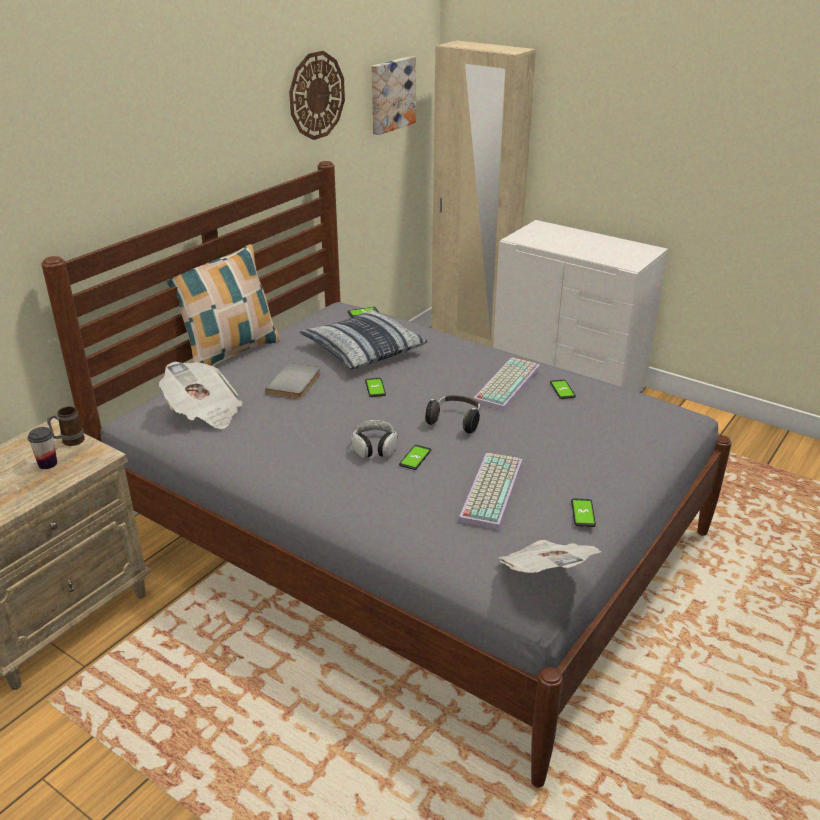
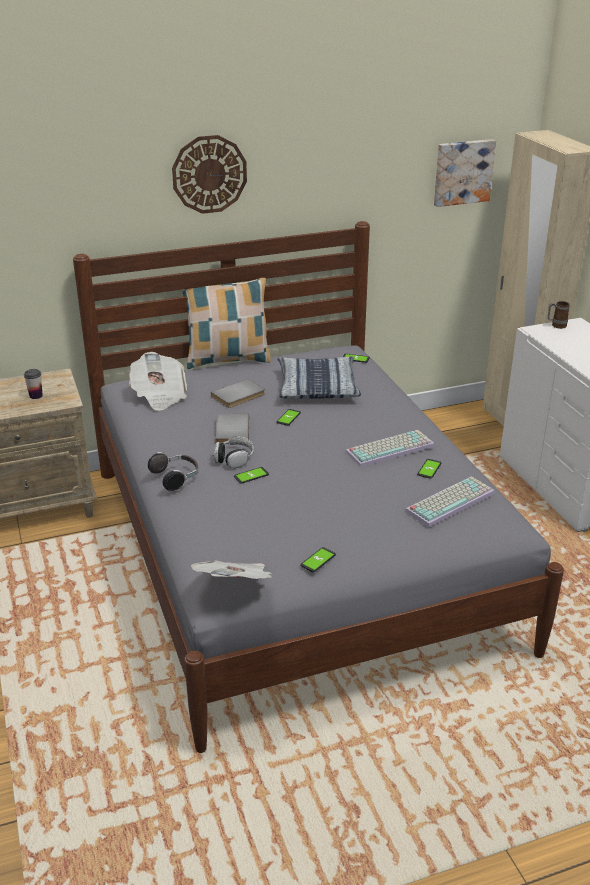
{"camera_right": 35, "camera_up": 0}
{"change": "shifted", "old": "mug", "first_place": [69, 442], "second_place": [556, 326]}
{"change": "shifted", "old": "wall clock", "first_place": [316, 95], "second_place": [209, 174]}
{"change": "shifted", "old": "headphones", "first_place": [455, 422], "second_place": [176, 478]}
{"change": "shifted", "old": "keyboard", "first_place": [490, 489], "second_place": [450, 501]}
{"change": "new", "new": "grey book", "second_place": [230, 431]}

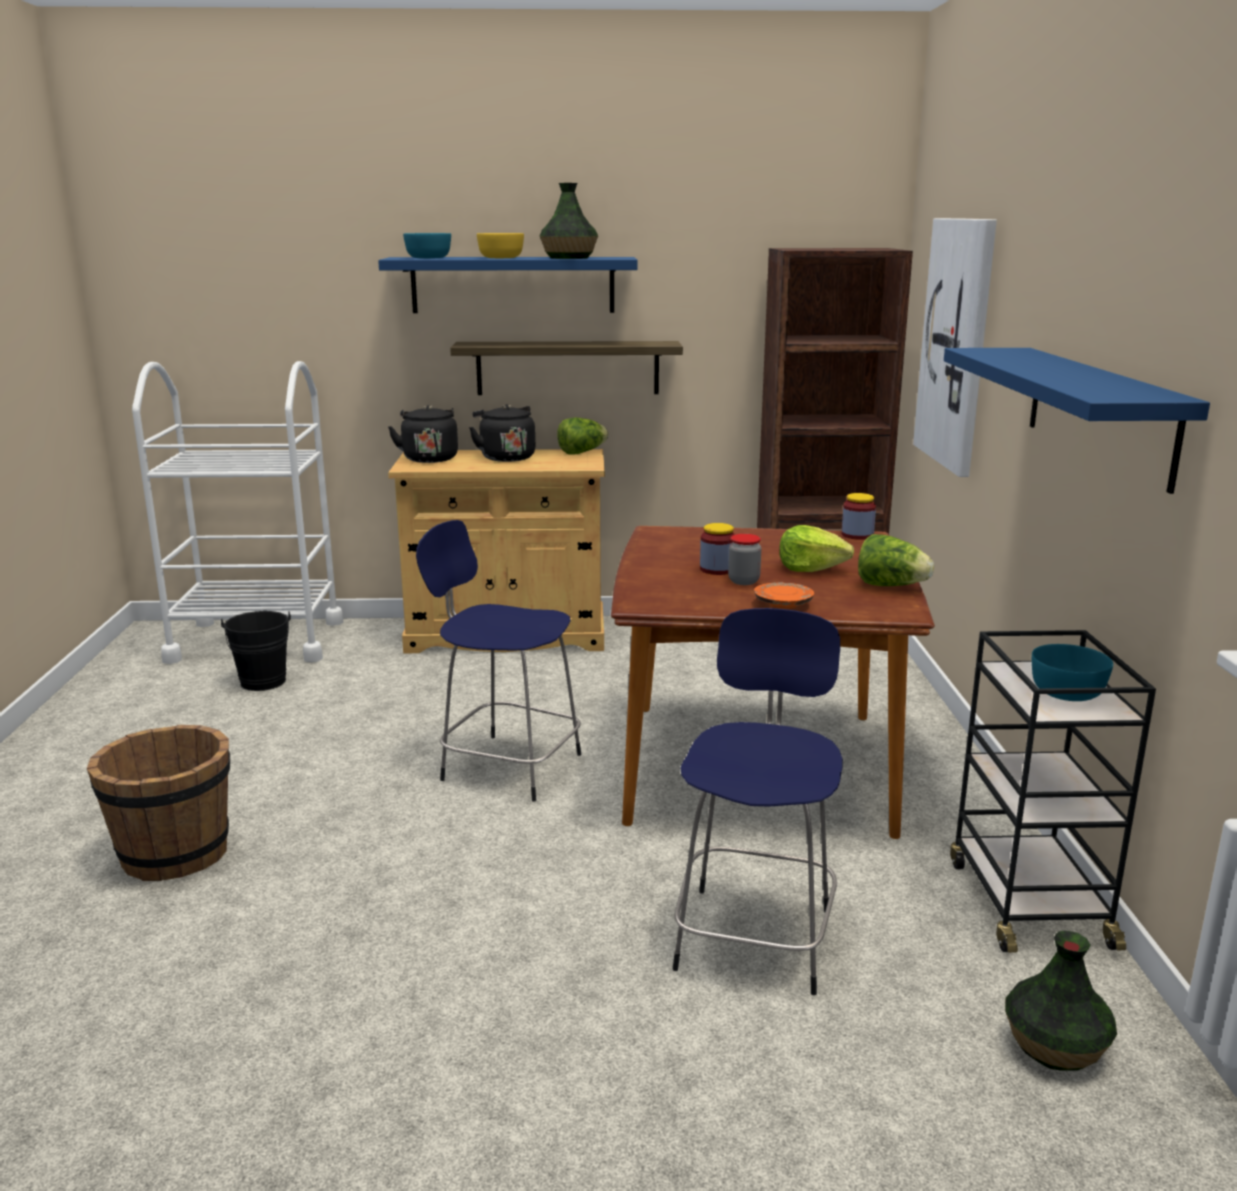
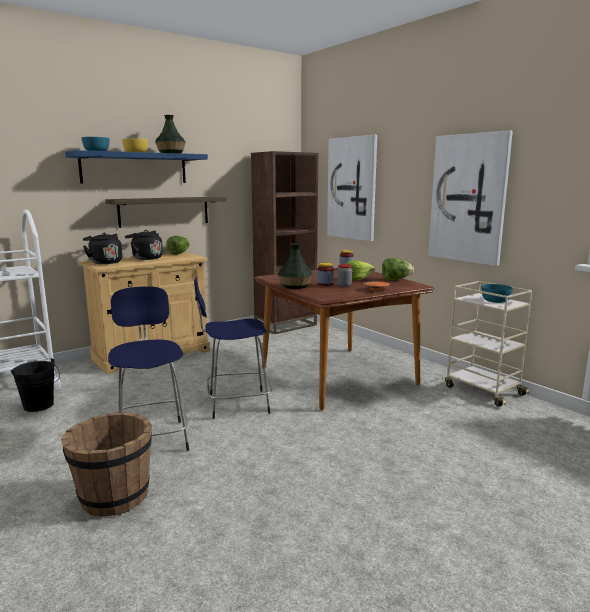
{"camera_right": -35, "camera_up": -5}
{"change": "shifted", "old": "blue stool", "first_place": [755, 934], "second_place": [152, 439]}
{"change": "swapped", "old": "blue shelf", "new": "picture", "first_place": [1099, 413], "second_place": [468, 198]}
{"change": "repainted", "old": "black cart", "new": "beige cart", "first_place": [1027, 902], "second_place": [483, 390]}
{"change": "shifted", "old": "vase", "first_place": [1055, 1045], "second_place": [295, 286]}

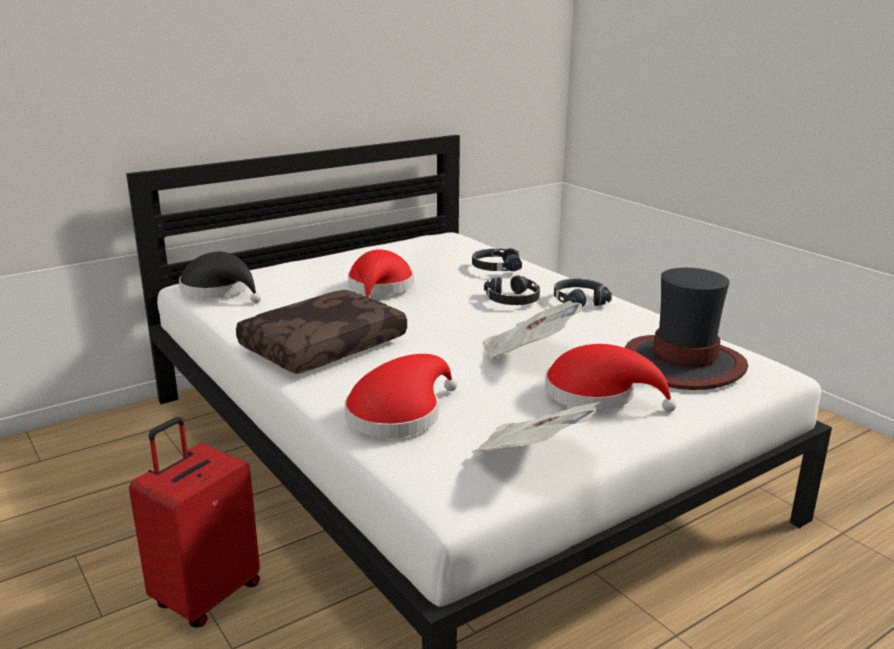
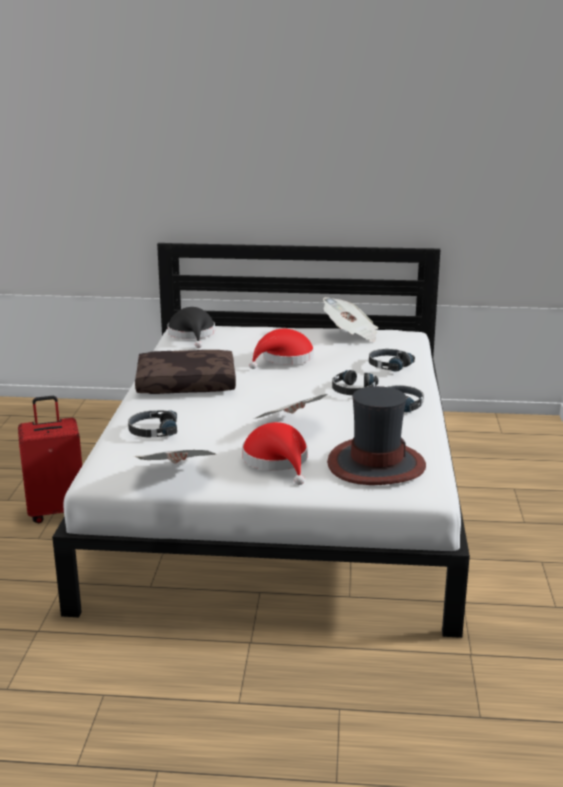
{"camera_right": 40, "camera_up": 0}
{"change": "swapped", "old": "red hat", "new": "black headphones", "first_place": [398, 414], "second_place": [153, 431]}
{"change": "new", "new": "newspaper", "second_place": [351, 334]}

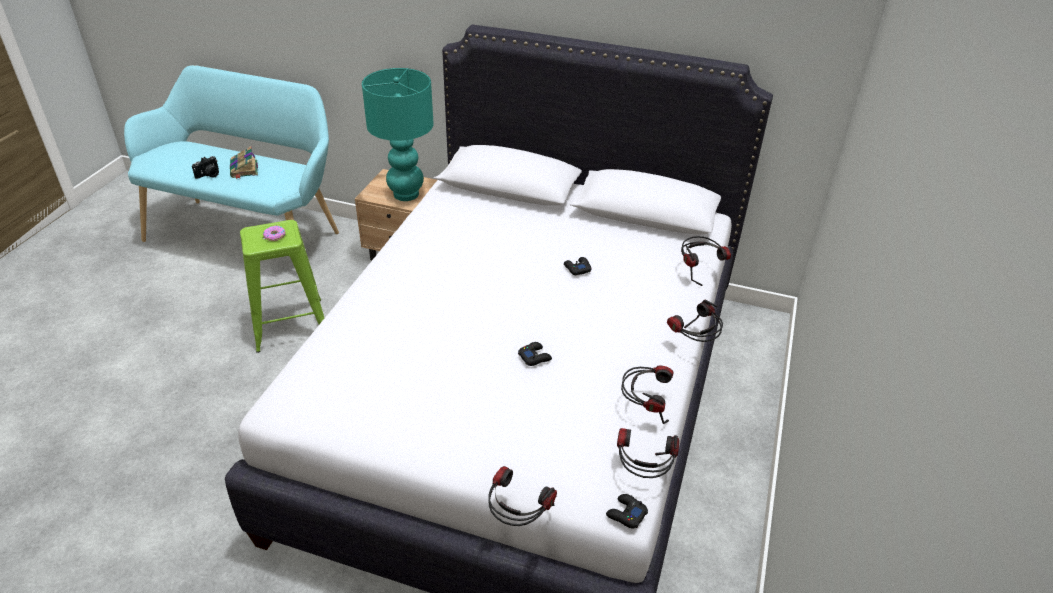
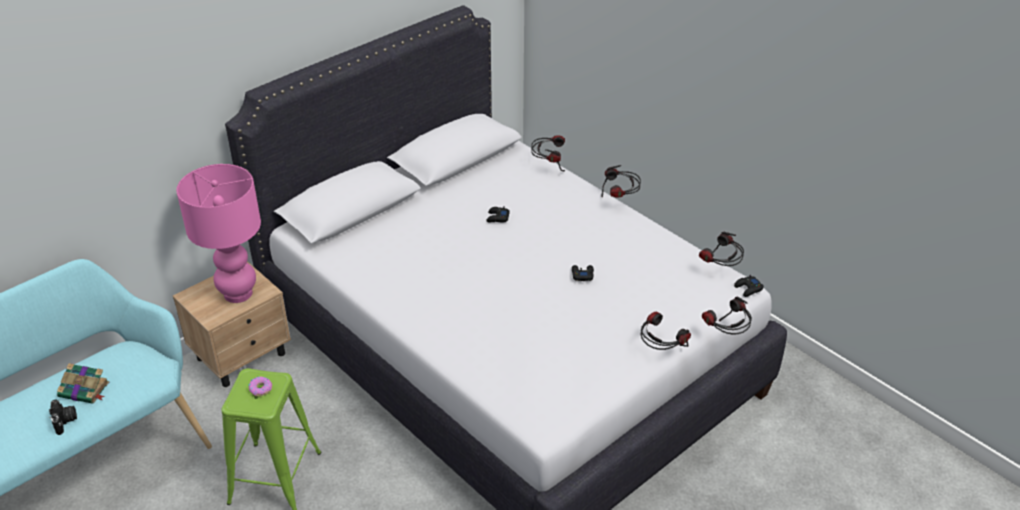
{"camera_right": -60, "camera_up": 0}
{"change": "repainted", "old": "turquoise table lamp", "new": "pink table lamp", "first_place": [405, 194], "second_place": [237, 294]}
{"change": "shifted", "old": "headphones", "first_place": [644, 408], "second_place": [660, 351]}

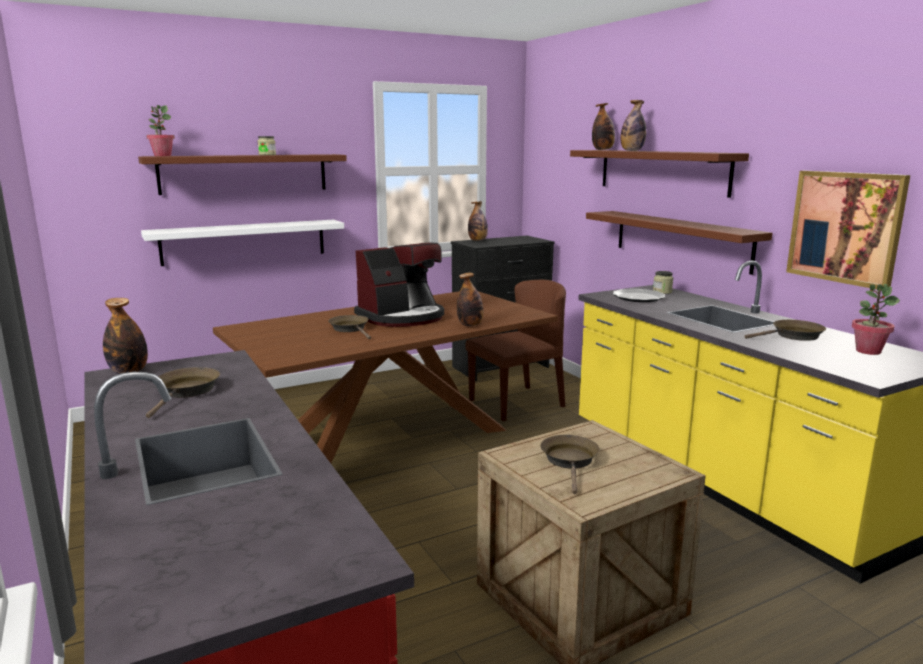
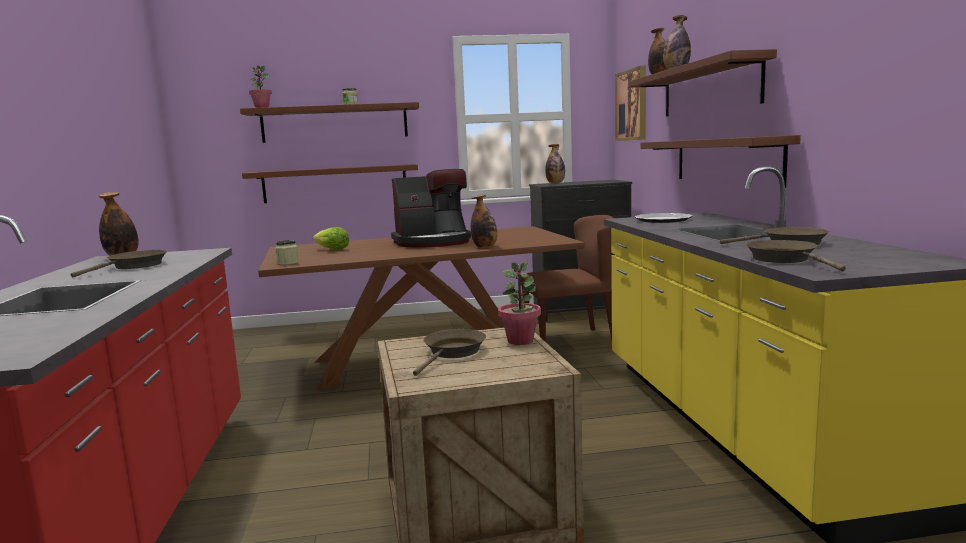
{"camera_right": 20, "camera_up": -5}
{"change": "repainted", "old": "white shelf", "new": "brown shelf", "first_place": [244, 242], "second_place": [335, 183]}
{"change": "shifted", "old": "brown frying pan", "first_place": [350, 329], "second_place": [785, 259]}
{"change": "shifted", "old": "jar", "first_place": [662, 292], "second_place": [287, 263]}
{"change": "shifted", "old": "picture", "first_place": [845, 227], "second_place": [632, 105]}
{"change": "shifted", "old": "potted plant", "first_place": [868, 351], "second_place": [520, 341]}
{"change": "new", "new": "lettuce", "second_place": [331, 249]}

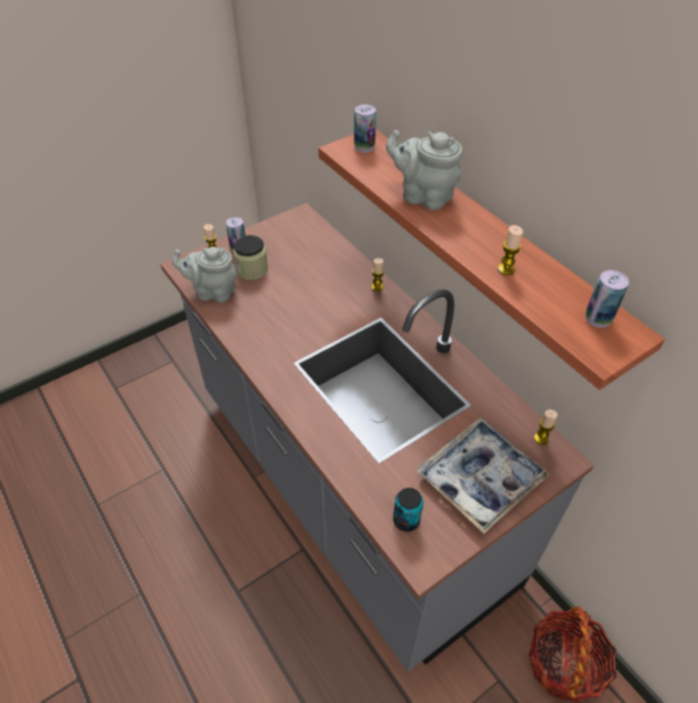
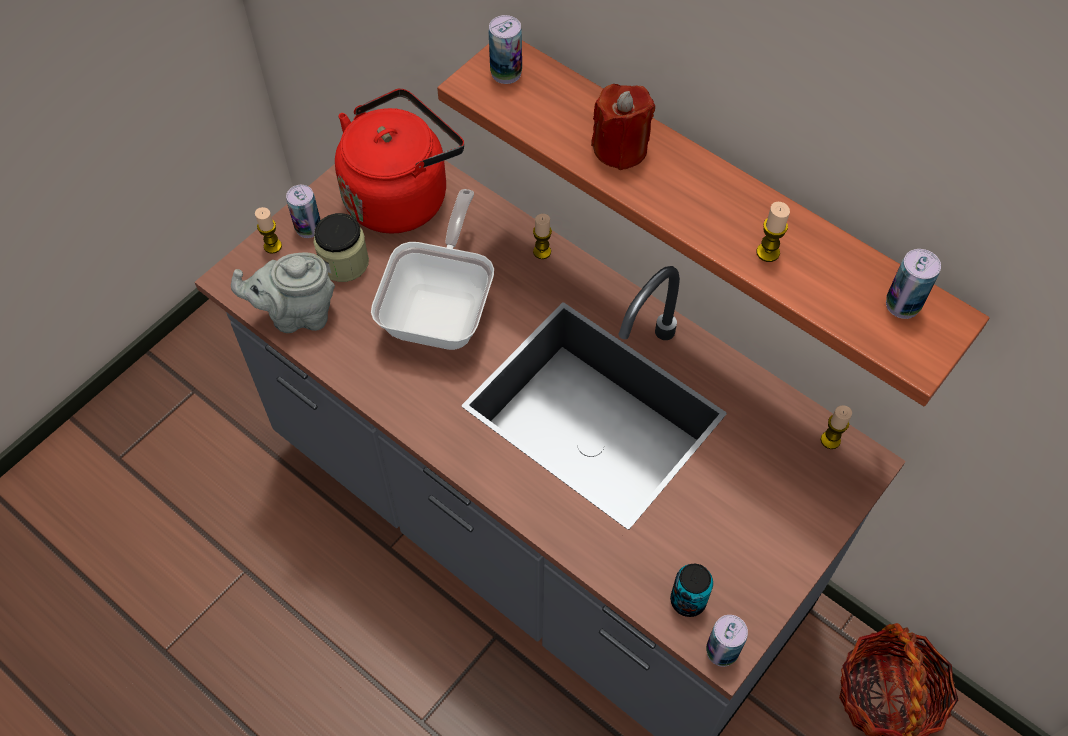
{"camera_right": -15, "camera_up": 10}
{"change": "swapped", "old": "grey teapot", "new": "red candle", "first_place": [423, 196], "second_place": [620, 149]}
{"change": "gone", "old": "tray", "first_place": [480, 478]}
{"change": "new", "new": "red kettle", "second_place": [401, 195]}
{"change": "new", "new": "frying pan", "second_place": [442, 309]}
{"change": "new", "new": "can", "second_place": [721, 651]}

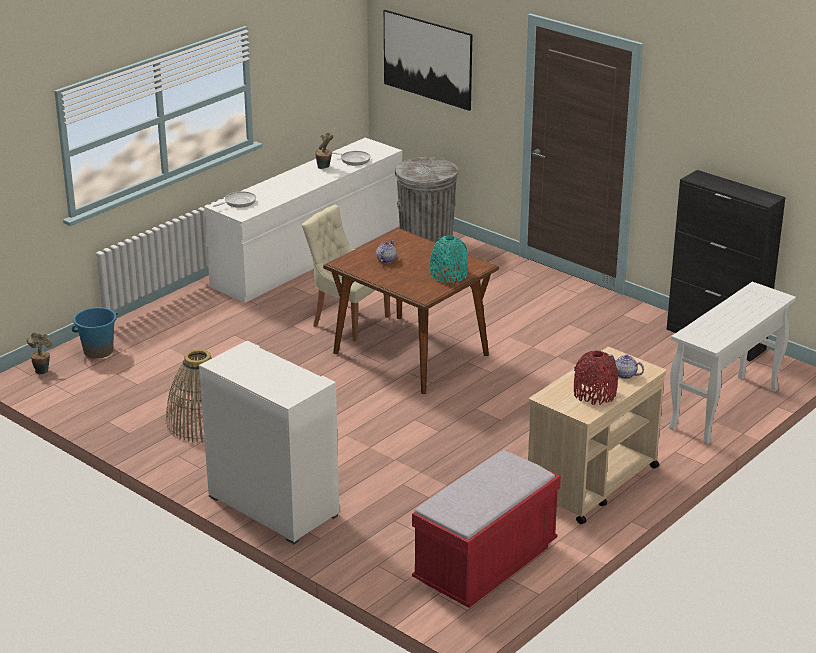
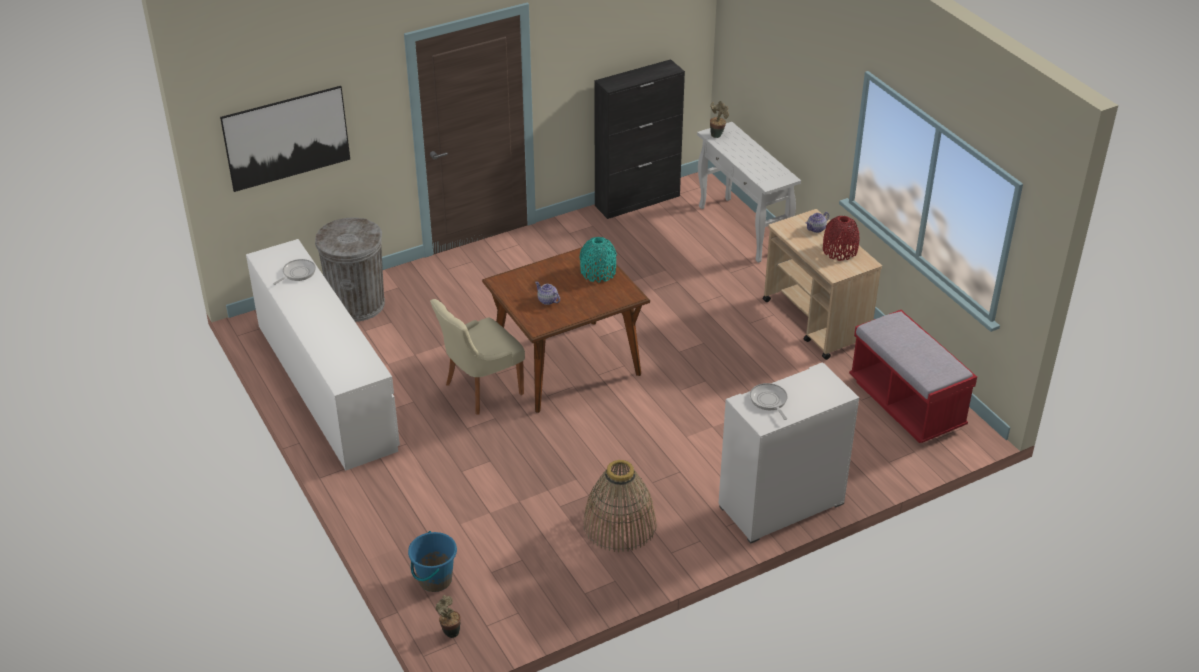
{"camera_right": -70, "camera_up": 10}
{"change": "shifted", "old": "frying pan", "first_place": [238, 202], "second_place": [769, 401]}
{"change": "shifted", "old": "potted plant", "first_place": [324, 167], "second_place": [717, 134]}

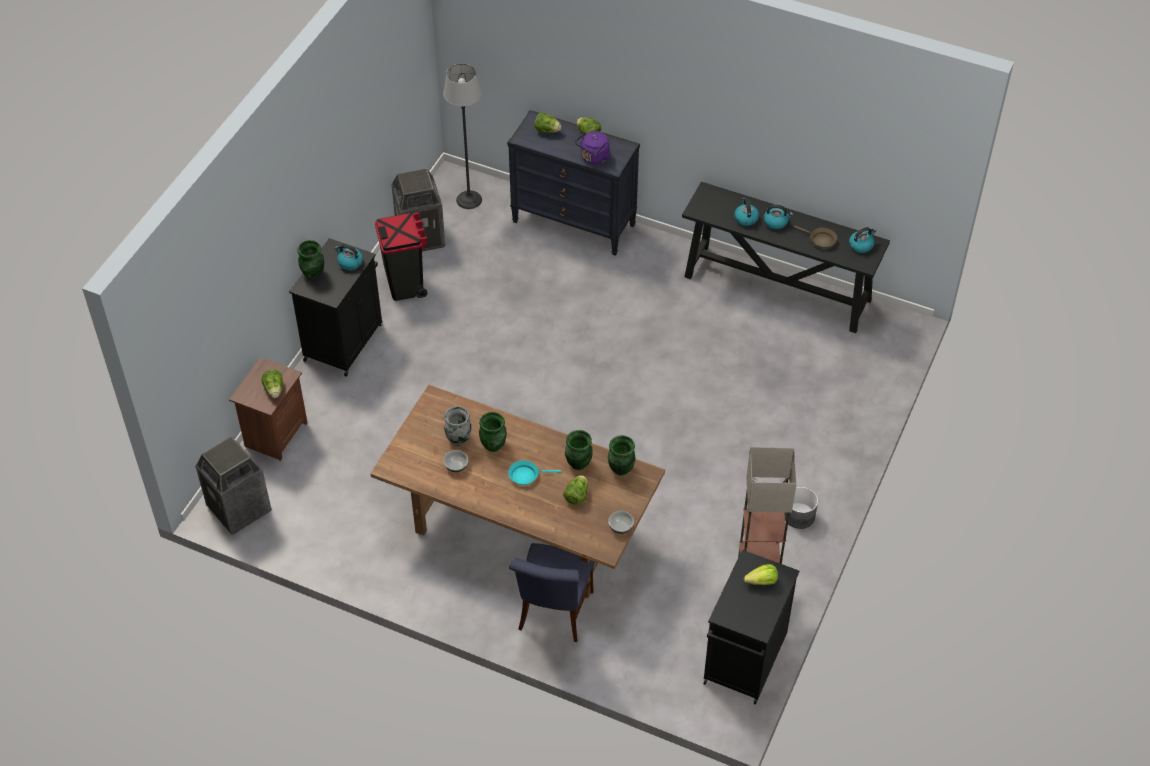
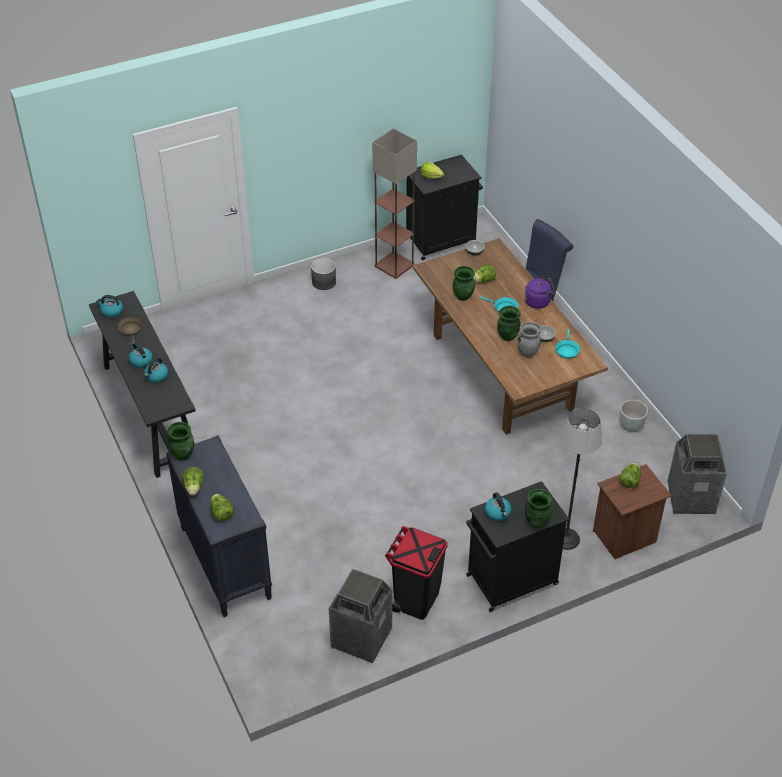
{"camera_right": -140, "camera_up": -5}
{"change": "shifted", "old": "floor lamp", "first_place": [469, 199], "second_place": [565, 539]}
{"change": "shifted", "old": "purple kettle", "first_place": [593, 158], "second_place": [539, 301]}
{"change": "shifted", "old": "green vase", "first_place": [621, 469], "second_place": [183, 454]}
{"change": "new", "new": "turquoise frying pan", "second_place": [567, 350]}
{"change": "new", "new": "grey planter", "second_place": [631, 426]}

